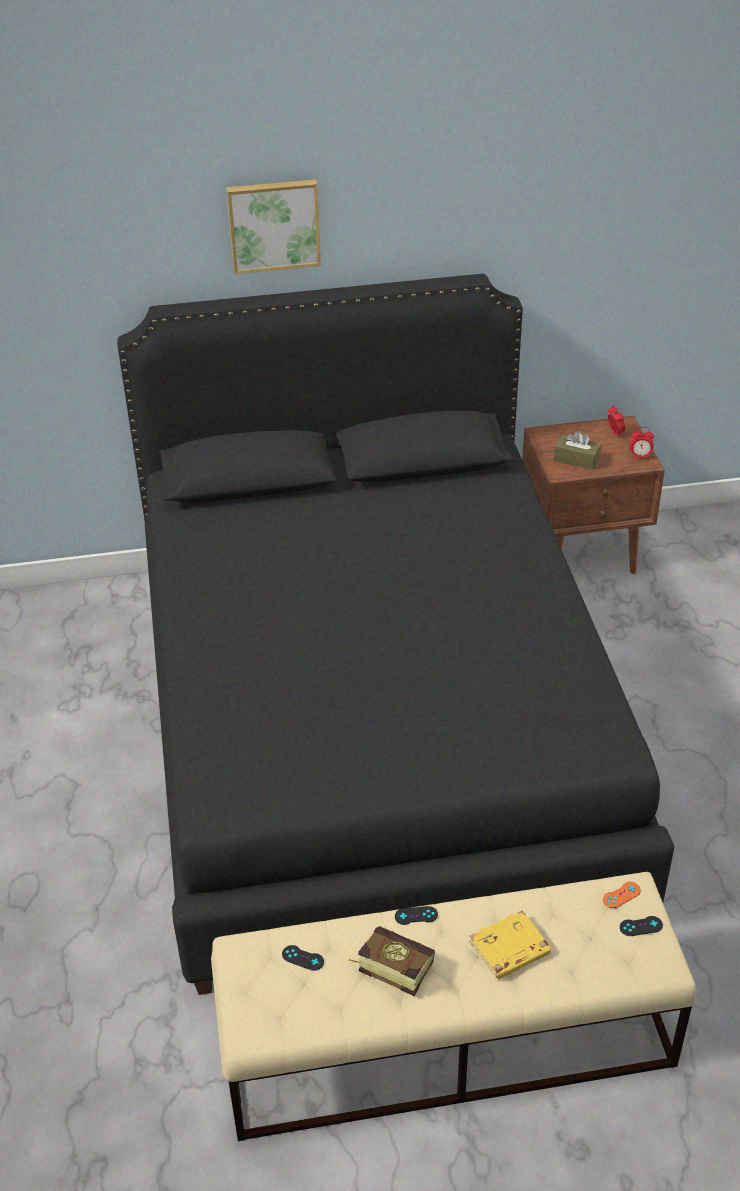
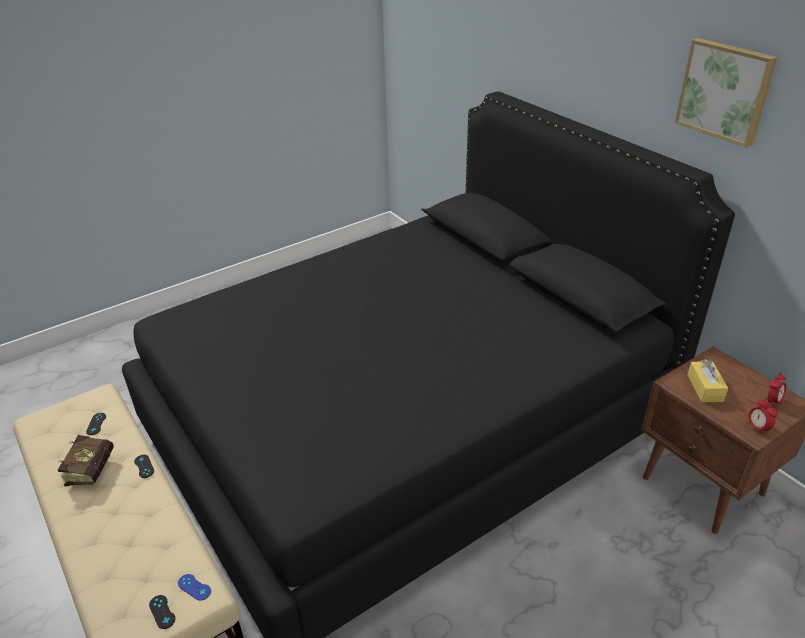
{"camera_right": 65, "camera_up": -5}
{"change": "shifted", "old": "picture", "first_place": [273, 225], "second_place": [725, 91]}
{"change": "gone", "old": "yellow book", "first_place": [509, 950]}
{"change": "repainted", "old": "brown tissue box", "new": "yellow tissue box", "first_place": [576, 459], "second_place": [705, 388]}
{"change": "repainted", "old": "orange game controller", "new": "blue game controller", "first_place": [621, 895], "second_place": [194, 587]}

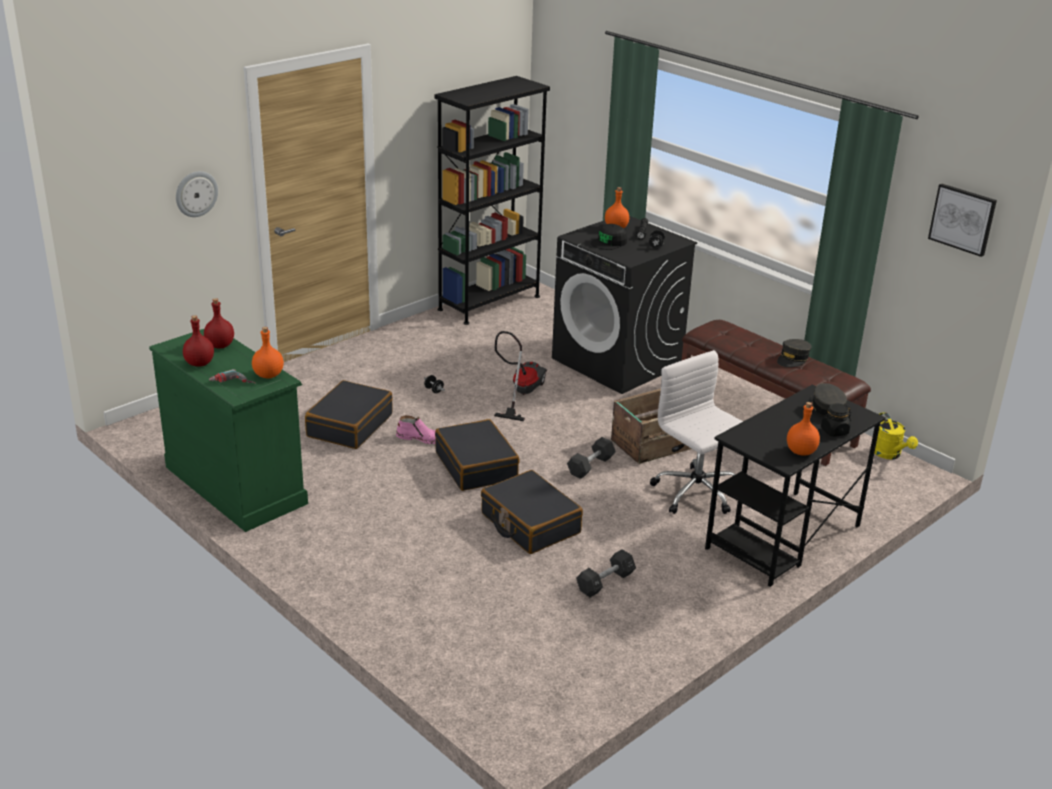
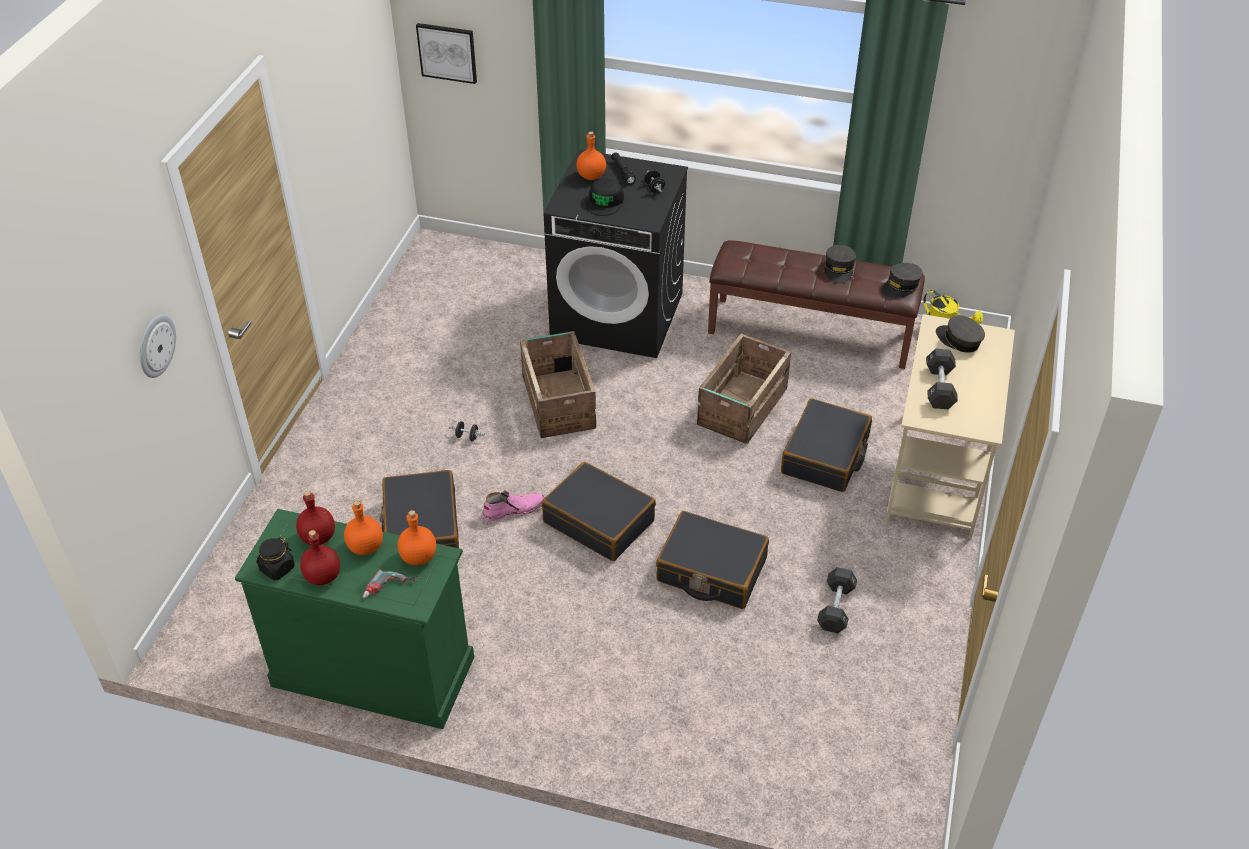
{"camera_right": -30, "camera_up": 15}
{"change": "gone", "old": "black bookcase", "first_place": [489, 303]}
{"change": "swapped", "old": "vacuum cleaner", "new": "crate", "first_place": [520, 393], "second_place": [559, 401]}
{"change": "shifted", "old": "black dumbbell", "first_place": [590, 466], "second_place": [939, 387]}
{"change": "swapped", "old": "white office chair", "new": "black suitcase", "first_place": [697, 493], "second_place": [825, 456]}
{"change": "repainted", "old": "black desk", "new": "beige desk", "first_place": [783, 538], "second_place": [937, 475]}
{"change": "shifted", "old": "orange bottle", "first_place": [800, 452], "second_place": [365, 547]}
{"change": "shifted", "old": "black jar", "first_place": [834, 431], "second_place": [277, 568]}
{"change": "shifted", "old": "picture", "first_place": [962, 219], "second_place": [447, 52]}
{"change": "new", "new": "grey cap", "second_place": [901, 286]}

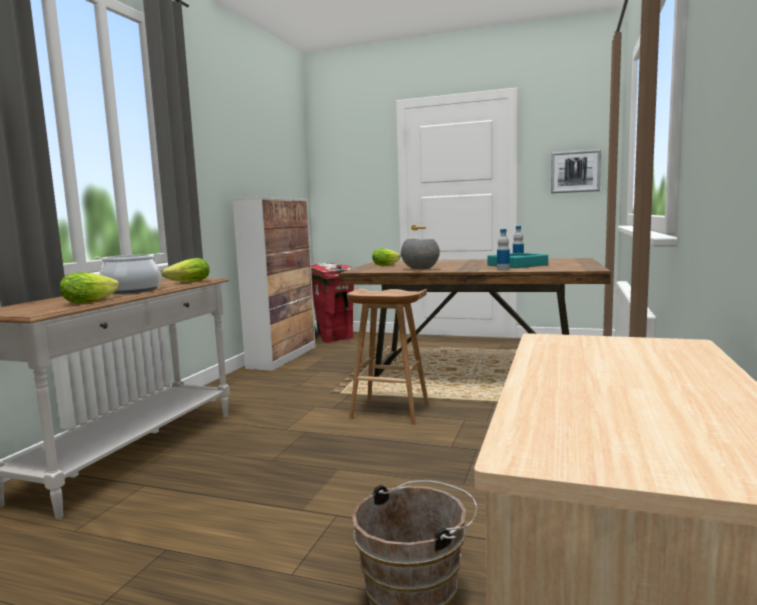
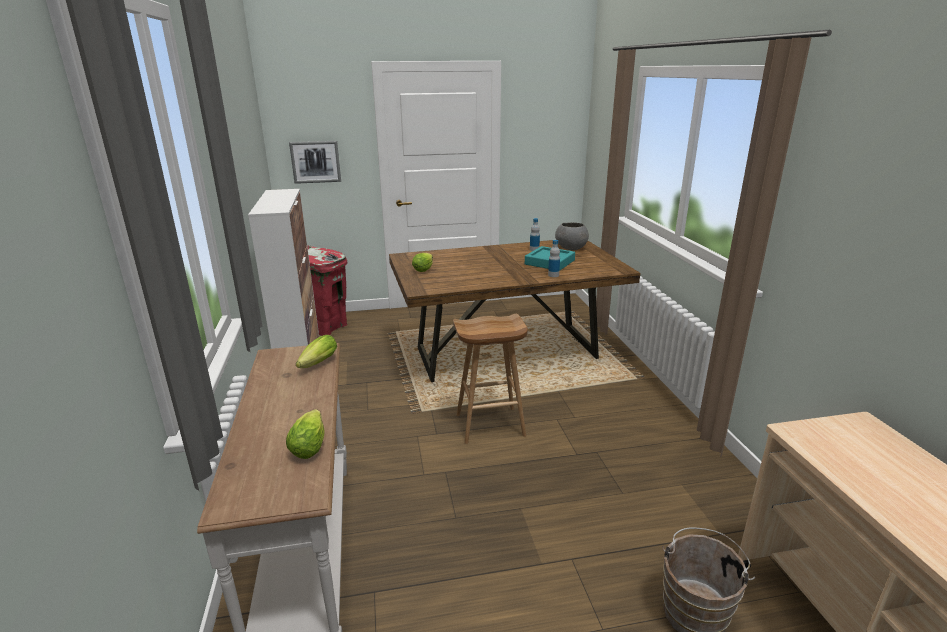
{"camera_right": -30, "camera_up": 15}
{"change": "gone", "old": "cooking pot", "first_place": [132, 290]}
{"change": "shifted", "old": "grey bowl", "first_place": [420, 269], "second_place": [571, 249]}
{"change": "shifted", "old": "picture", "first_place": [575, 171], "second_place": [315, 162]}

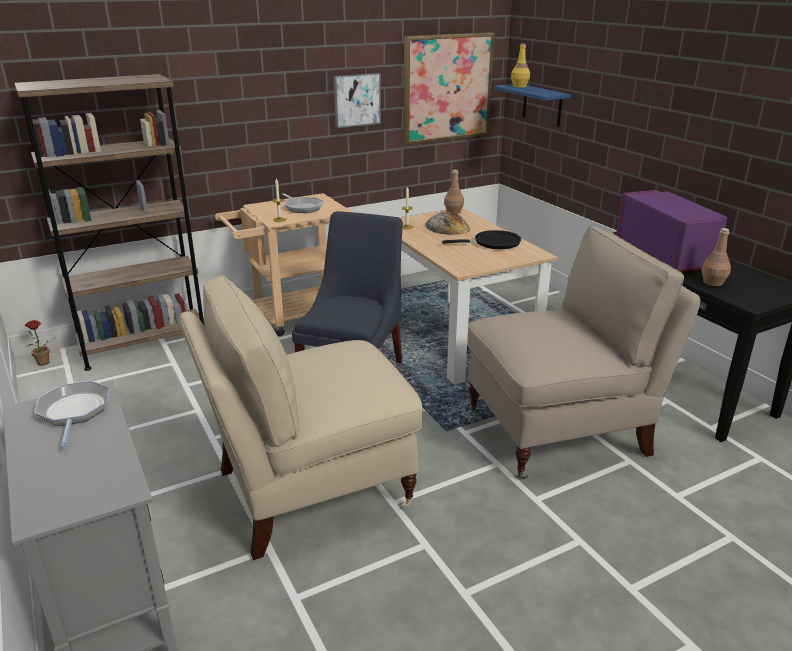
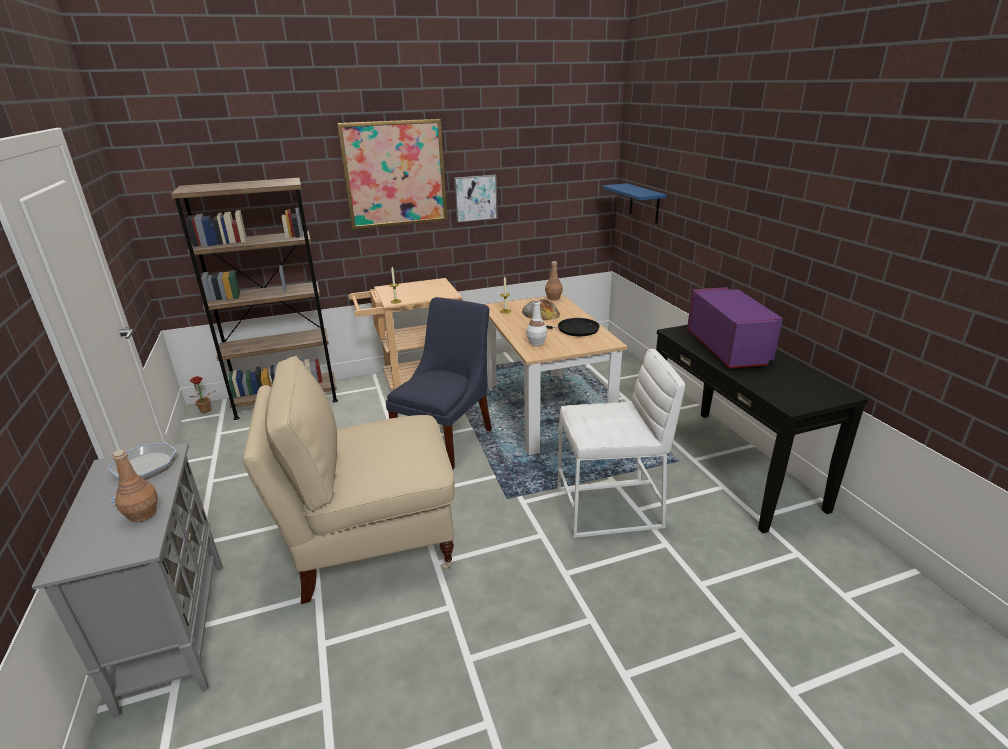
{"camera_right": 10, "camera_up": 0}
{"change": "gone", "old": "frying pan", "first_place": [302, 207]}
{"change": "shifted", "old": "picture", "first_place": [447, 88], "second_place": [395, 174]}
{"change": "swapped", "old": "beige chair", "new": "white stool", "first_place": [560, 431], "second_place": [610, 508]}
{"change": "gone", "old": "yellow bottle", "first_place": [519, 86]}
{"change": "shifted", "old": "brown bottle", "first_place": [712, 282], "second_place": [142, 514]}
{"change": "new", "new": "white bottle", "second_place": [536, 342]}

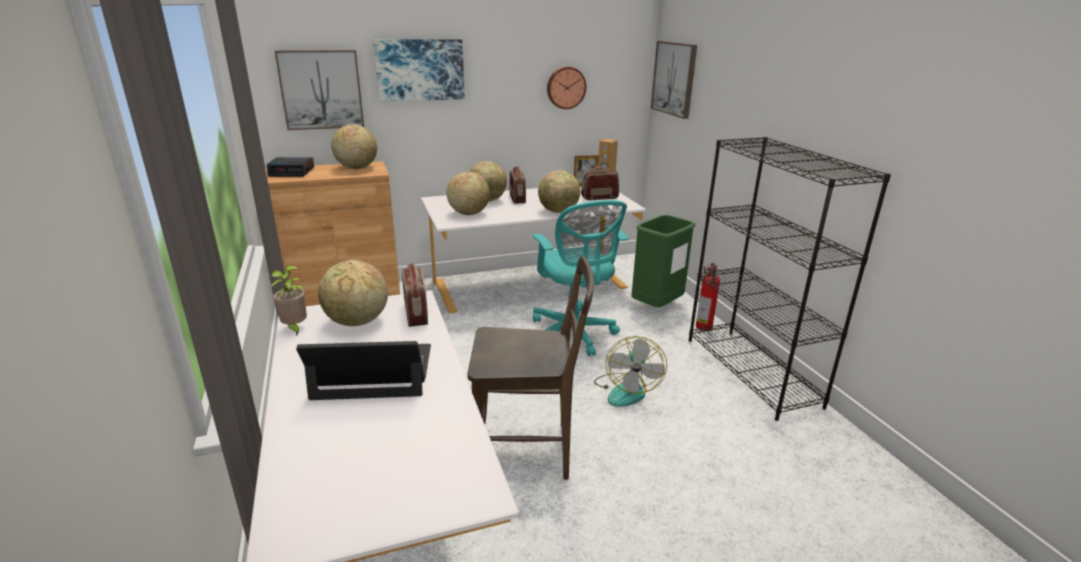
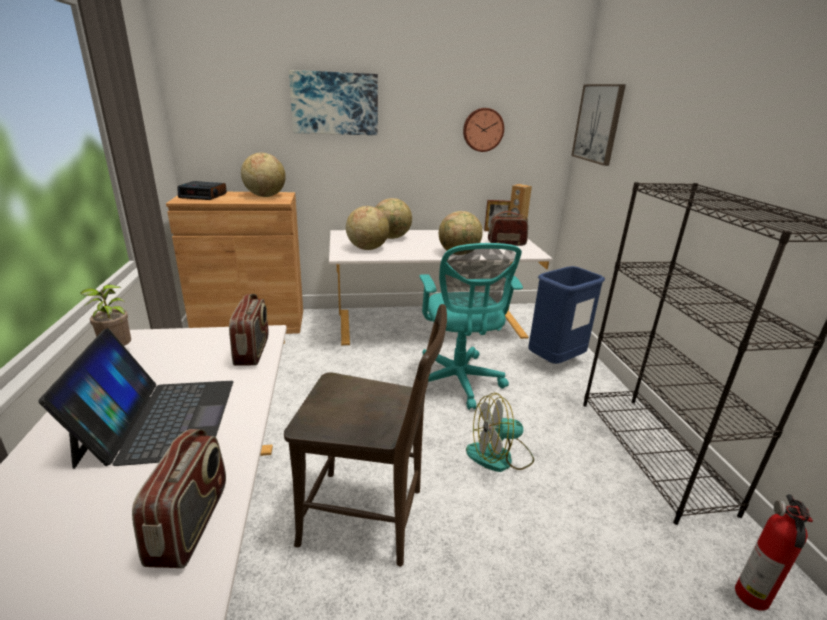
{"camera_right": 10, "camera_up": 0}
{"change": "gone", "old": "picture", "first_place": [321, 90]}
{"change": "rotated", "old": "laptop", "first_place": [373, 372], "second_place": [160, 420], "degrees": 75}
{"change": "gone", "old": "globe", "first_place": [357, 322]}
{"change": "shifted", "old": "radio", "first_place": [517, 199], "second_place": [191, 523]}
{"change": "rotated", "old": "fan", "first_place": [626, 390], "second_place": [499, 456], "degrees": 60}
{"change": "repainted", "old": "green trash can", "new": "blue trash can", "first_place": [656, 306], "second_place": [555, 362]}
{"change": "shifted", "old": "fire extinguisher", "first_place": [704, 327], "second_place": [752, 598]}

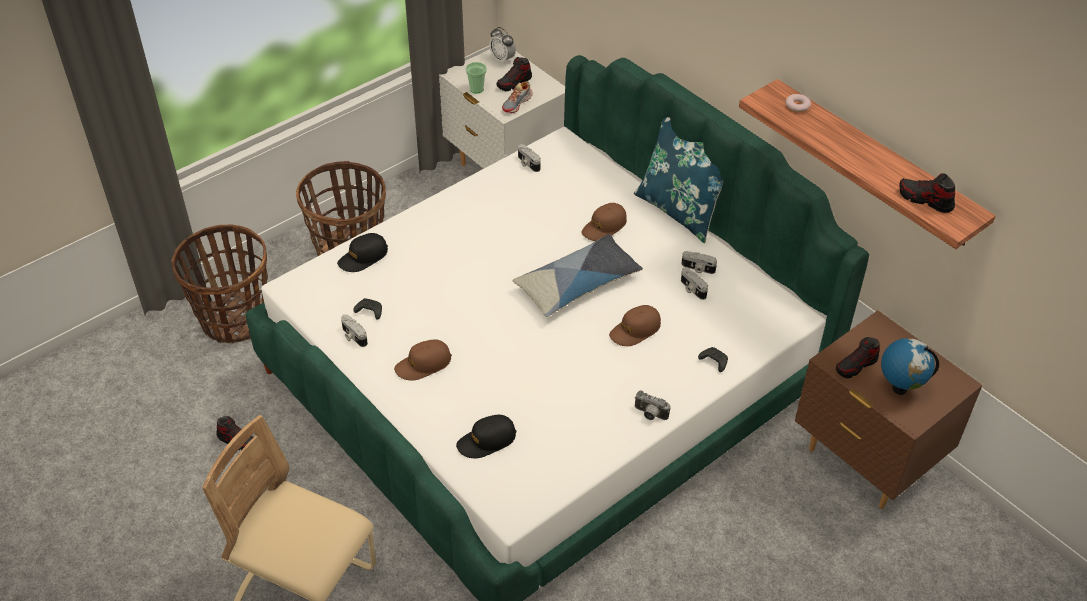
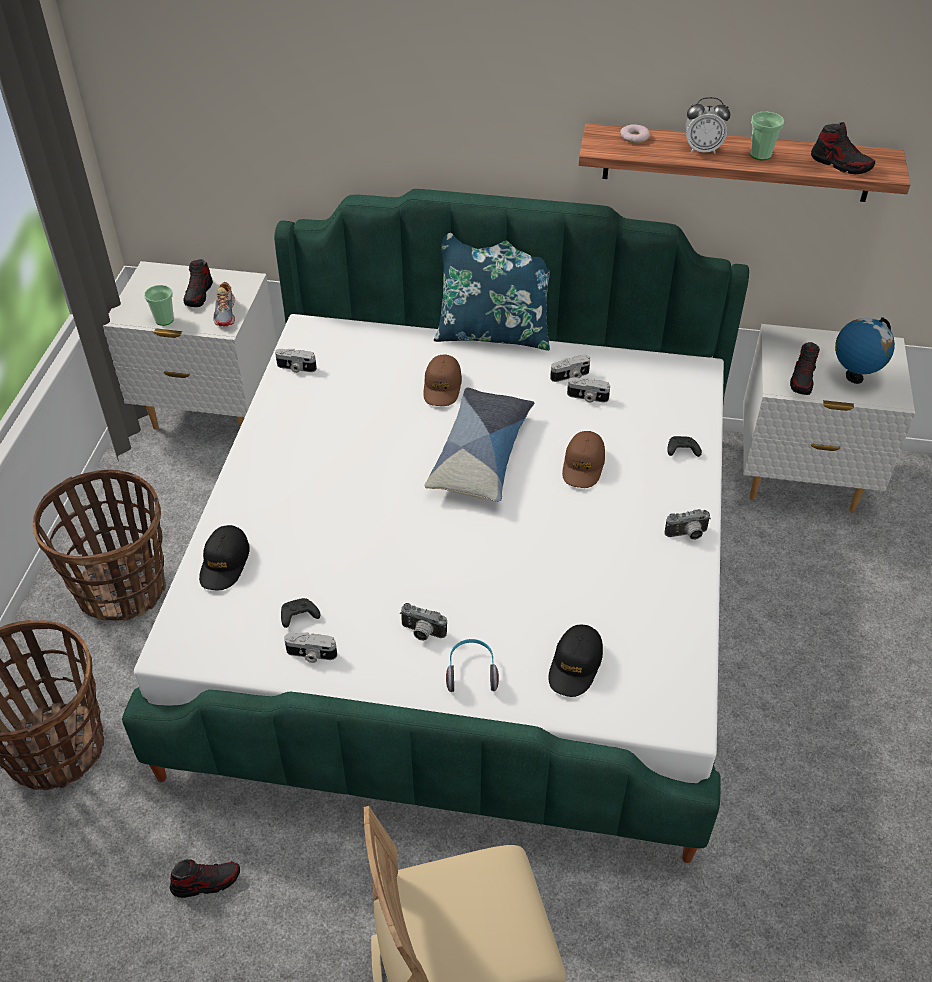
{"camera_right": -40, "camera_up": 0}
{"change": "swapped", "old": "brown cap", "new": "photo camera", "first_place": [423, 364], "second_place": [422, 633]}
{"change": "shifted", "old": "alarm clock", "first_place": [502, 59], "second_place": [702, 150]}
{"change": "repainted", "old": "brown nightstand", "new": "white nightstand", "first_place": [866, 461], "second_place": [800, 480]}
{"change": "rotated", "old": "shoe", "first_place": [925, 200], "second_place": [840, 164], "degrees": -135}
{"change": "new", "new": "headphones", "second_place": [471, 672]}
{"change": "new", "new": "cup", "second_place": [760, 155]}

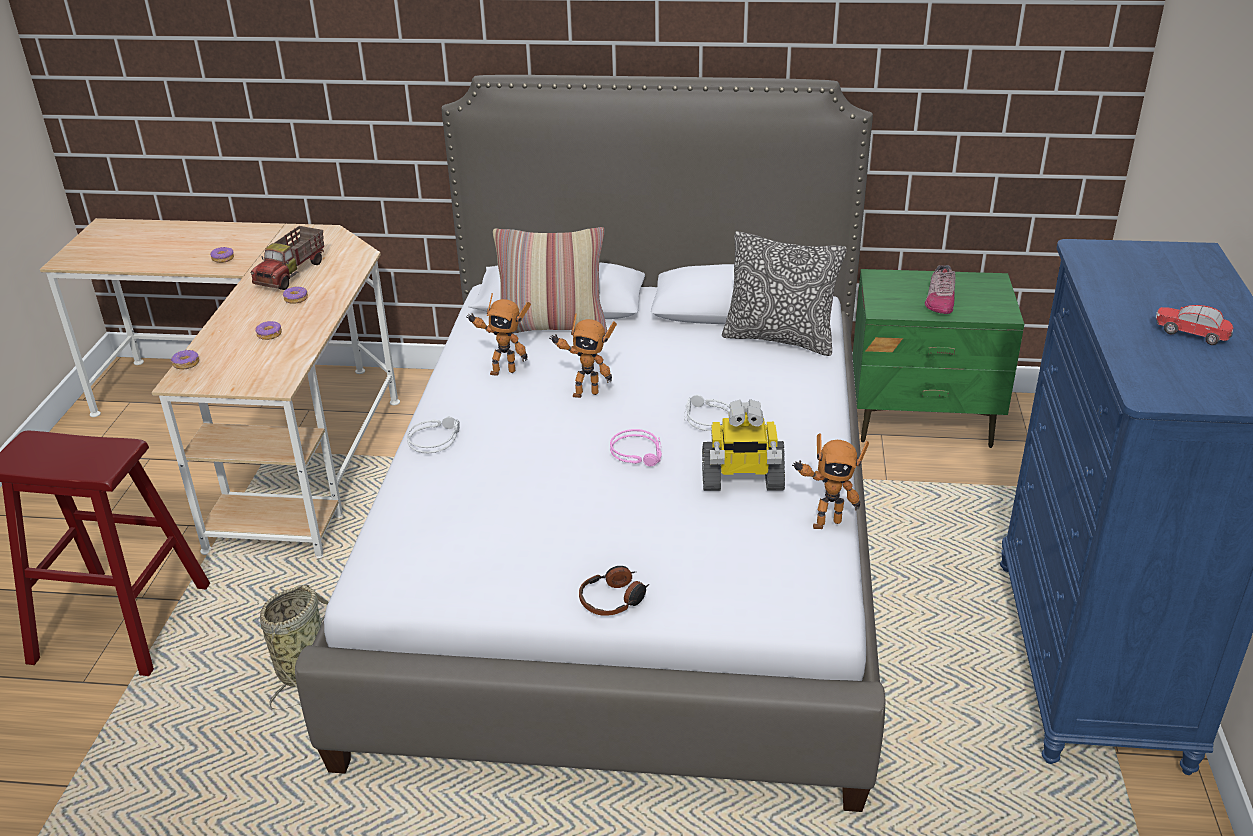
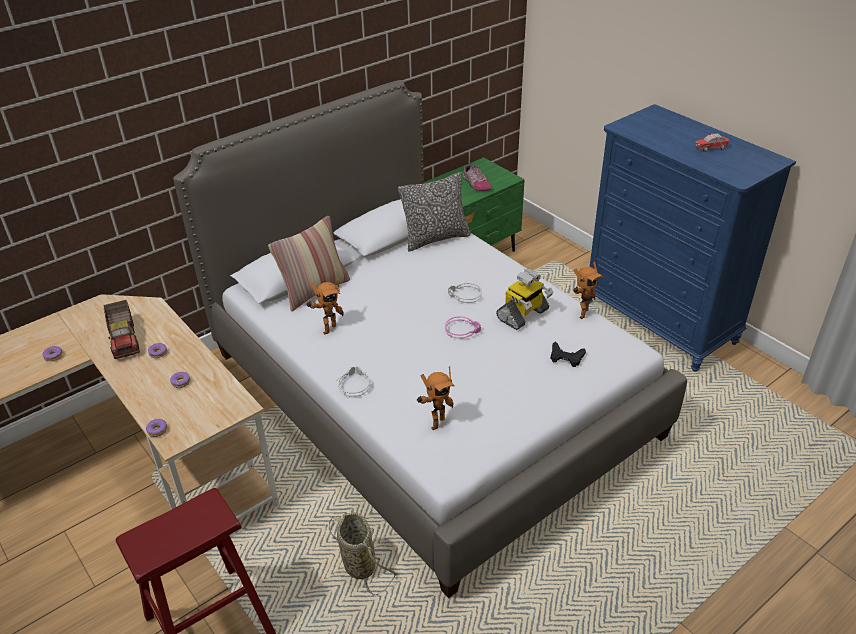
{"camera_right": -45, "camera_up": 5}
{"change": "shifted", "old": "toy robot", "first_place": [585, 393], "second_place": [435, 423]}
{"change": "gone", "old": "headphones", "first_place": [614, 599]}
{"change": "new", "new": "black game controller", "second_place": [566, 357]}

